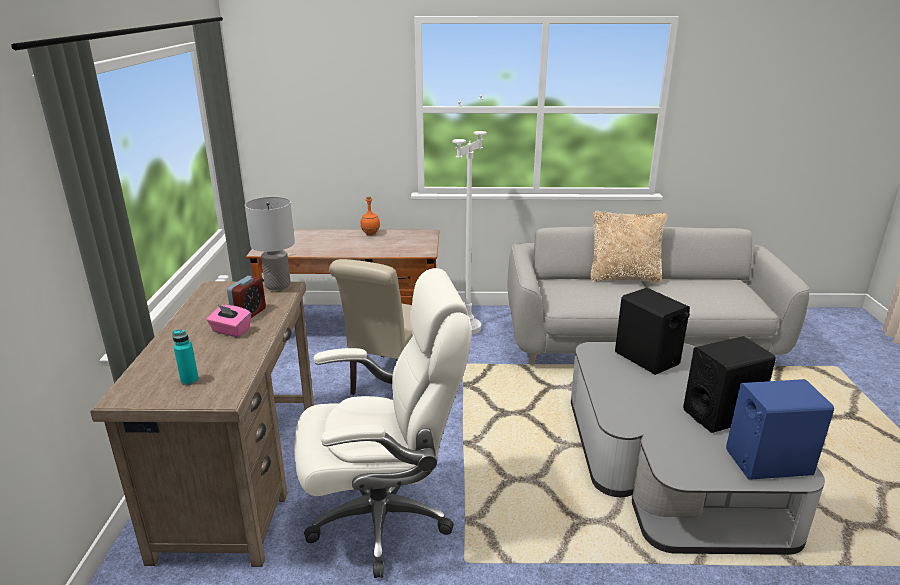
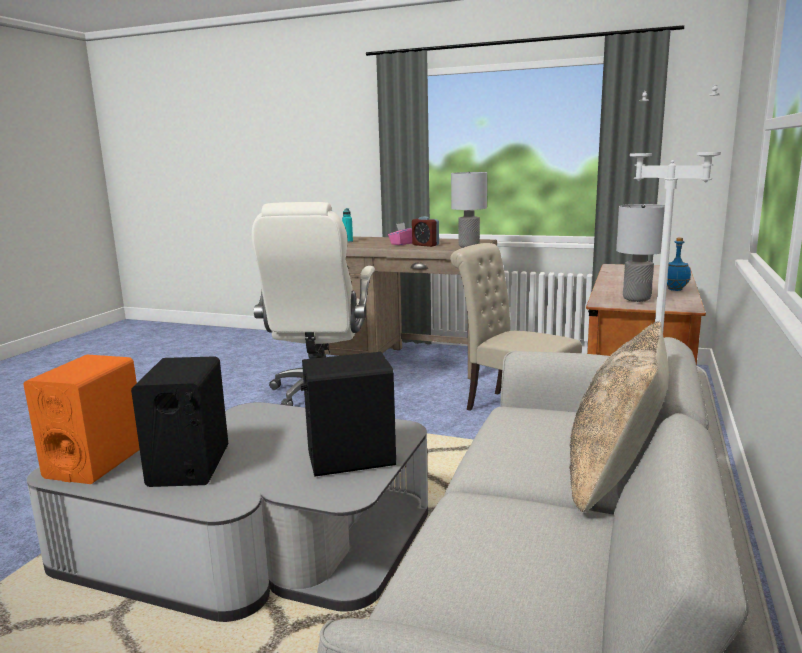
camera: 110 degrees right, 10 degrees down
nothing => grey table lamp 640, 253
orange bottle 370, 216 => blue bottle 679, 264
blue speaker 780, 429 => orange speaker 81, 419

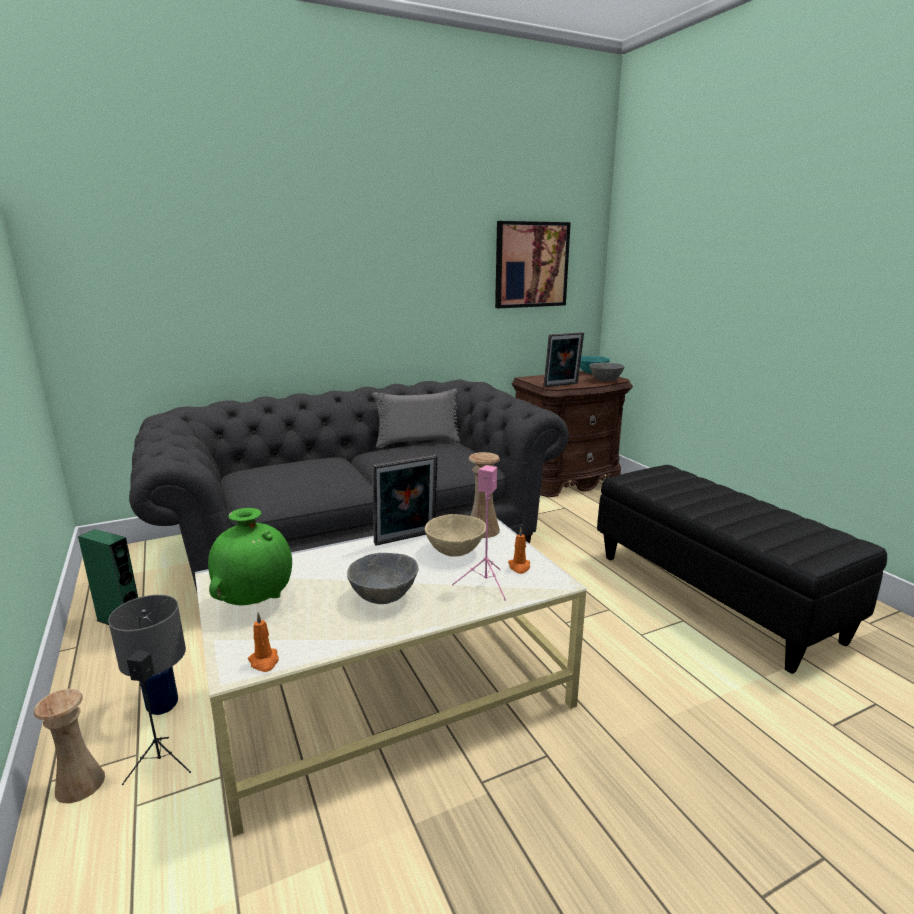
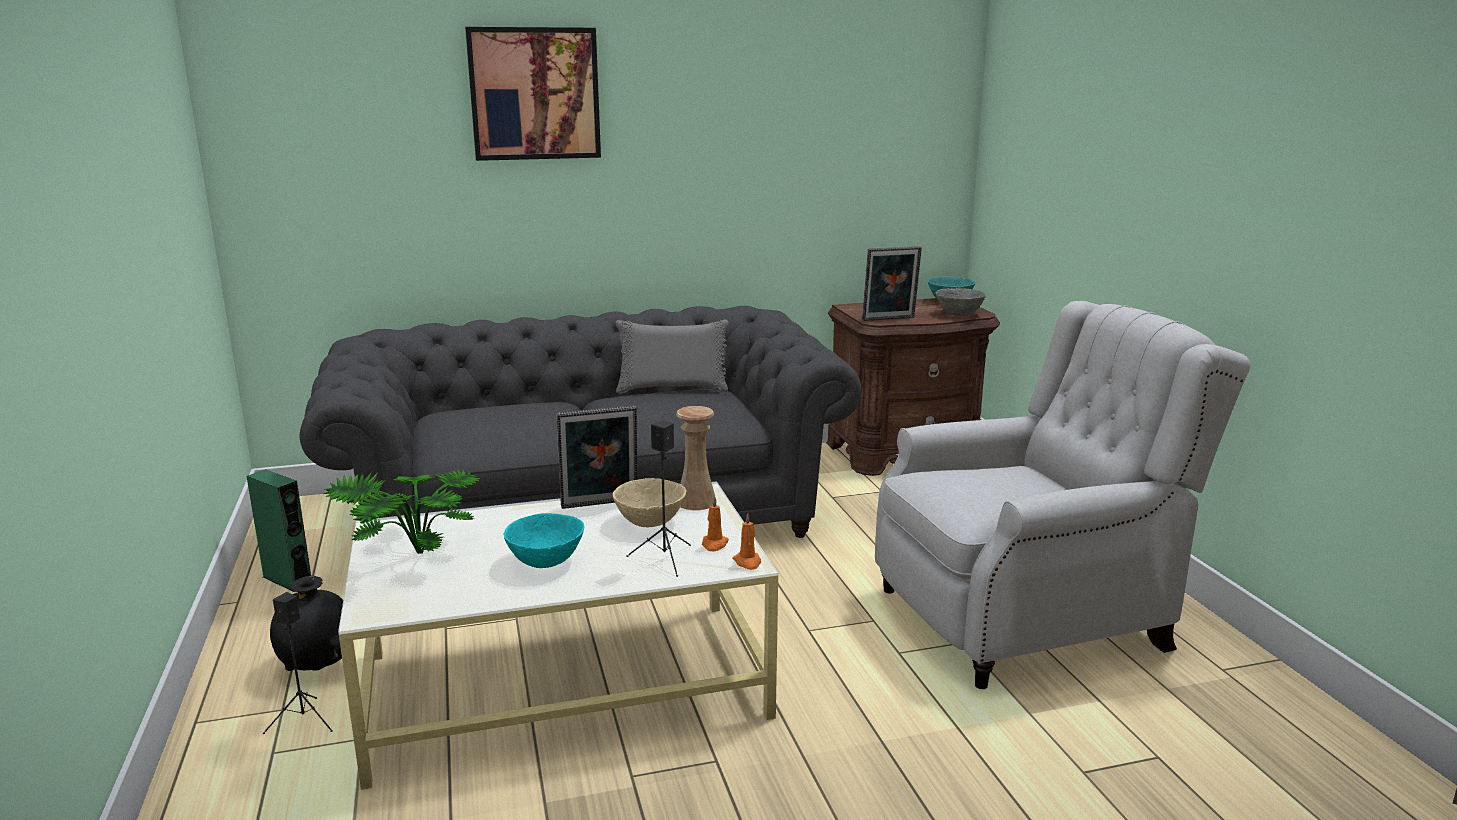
camera: 10 degrees right, 0 degrees up
beige vase 69, 746 => nothing
orange candle 263, 642 => orange candle 747, 541, move
picture 533, 264 => picture 533, 94, move
grey table lamp 147, 655 => black vase 306, 623
green vase 250, 556 => potted plant 402, 512
black ottoman 742, 569 => white armchair 1062, 495
grey bowl 382, 578 => turquoise bowl 544, 540
pink speaker 479, 533 => black speaker 658, 498

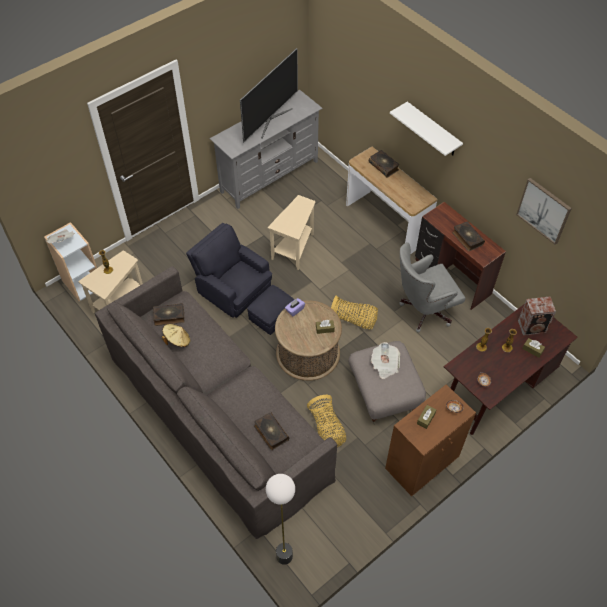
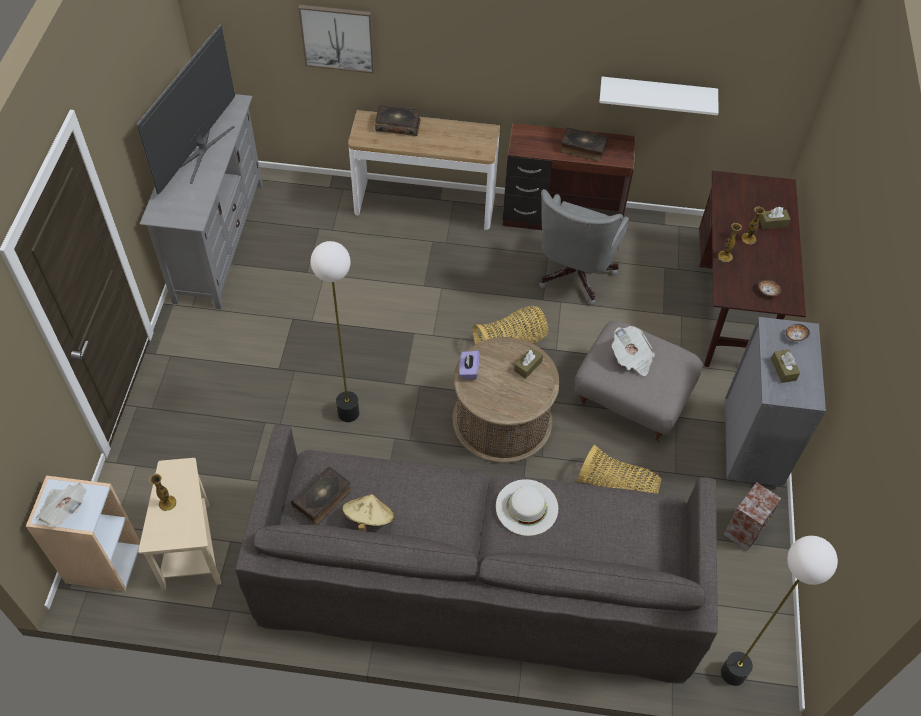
camera: 45 degrees left, 0 degrees up
book 271, 431 => nothing
beige side table 292, 232 => nothing
nothing => white hat 527, 507
white shelf 426, 129 => white shelf 659, 96, move
picture 544, 211 => picture 336, 39, move
speaker 537, 316 => speaker 753, 516, move
black armchair 240, 279 => floor lamp 334, 331
brown cabinet 430, 440 => grey cabinet 775, 402
television 269, 95 => television 185, 109, 150 degrees counterclockwise

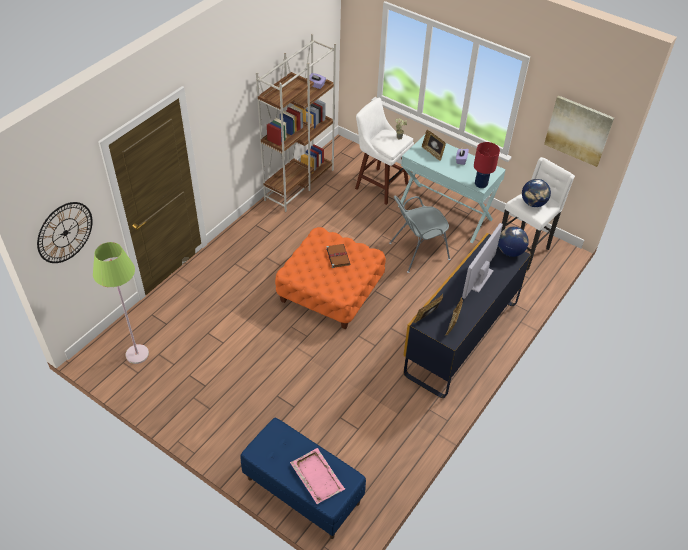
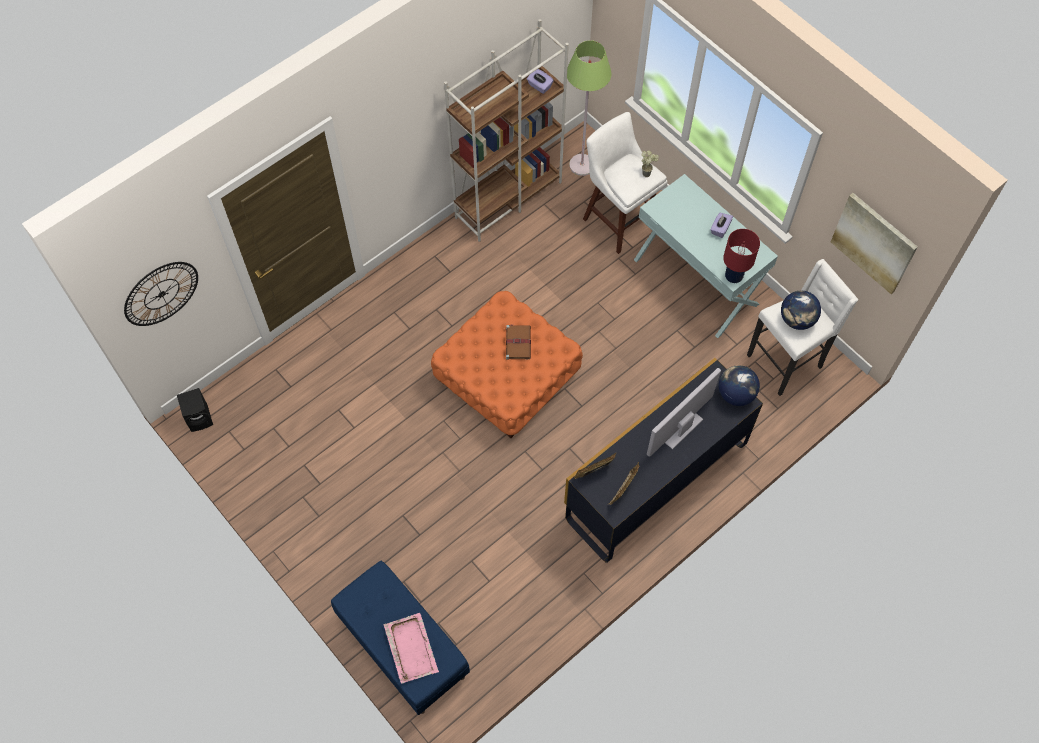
camera: 15 degrees right, 15 degrees up
grey chair 419, 234 => nothing
picture frame 434, 145 => nothing
nothing => black speaker 195, 410
green floor lamp 121, 303 => green floor lamp 589, 108, move

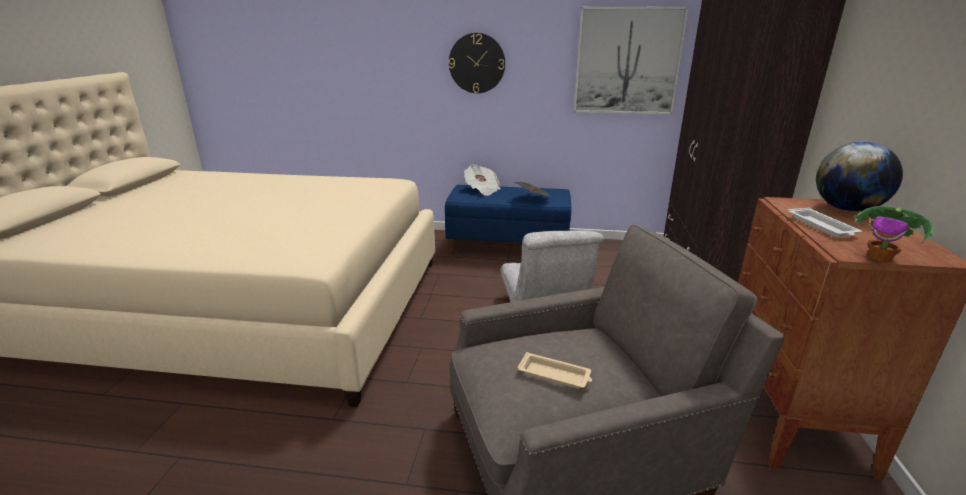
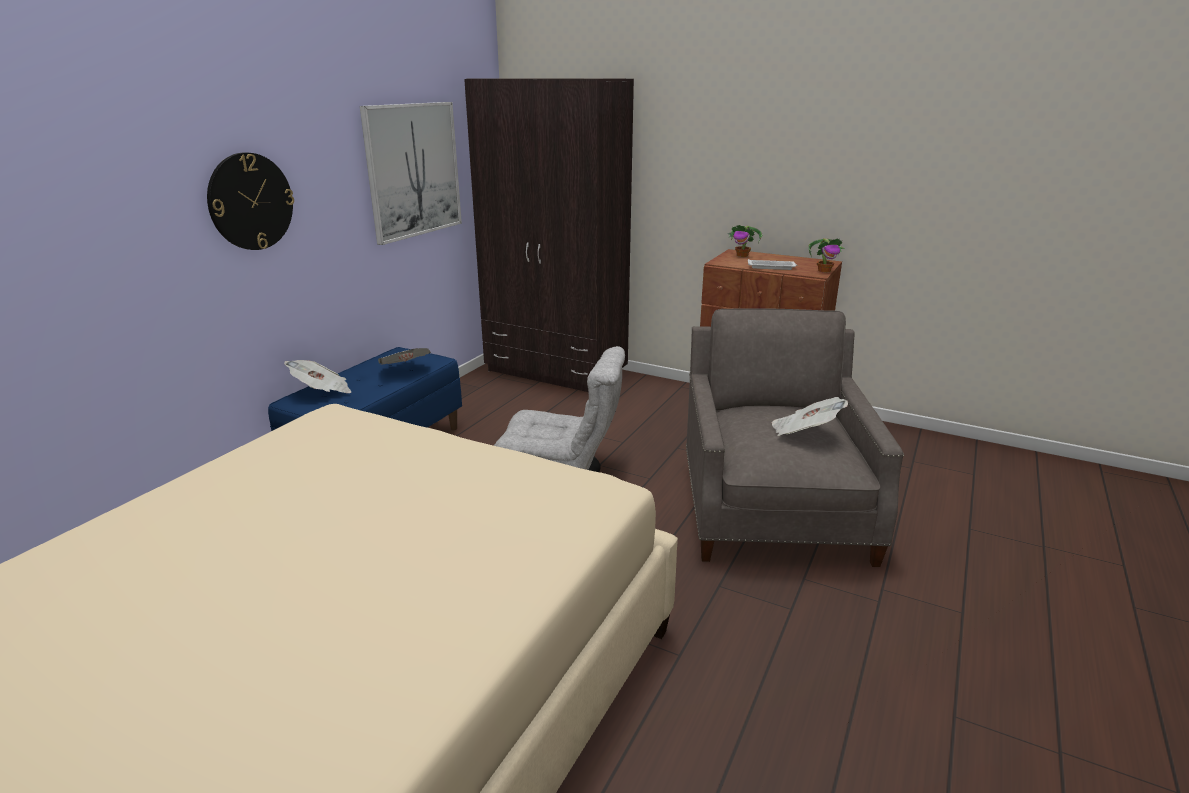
camera: 70 degrees left, 0 degrees up
beige tray 554, 370 => newspaper 810, 416
globe 859, 176 => potted plant 744, 241

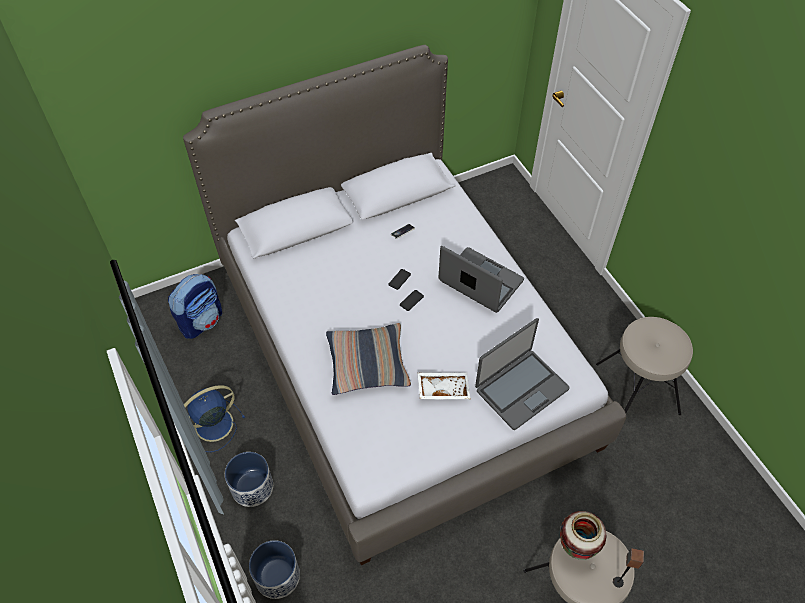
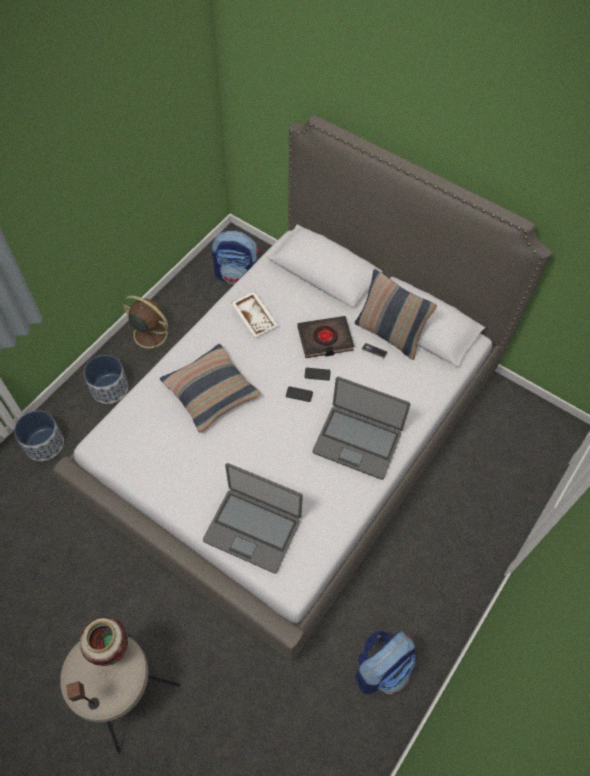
camera: 60 degrees right, 5 degrees up
nothing => black book 325, 337
nothing => pillow 396, 314
white tray 444, 385 => white tray 254, 314, move
beige stool 644, 366 => backpack 385, 662
blue fan 214, 418 => brown fan 149, 324
laptop 481, 279 => laptop 361, 428, 105 degrees clockwise

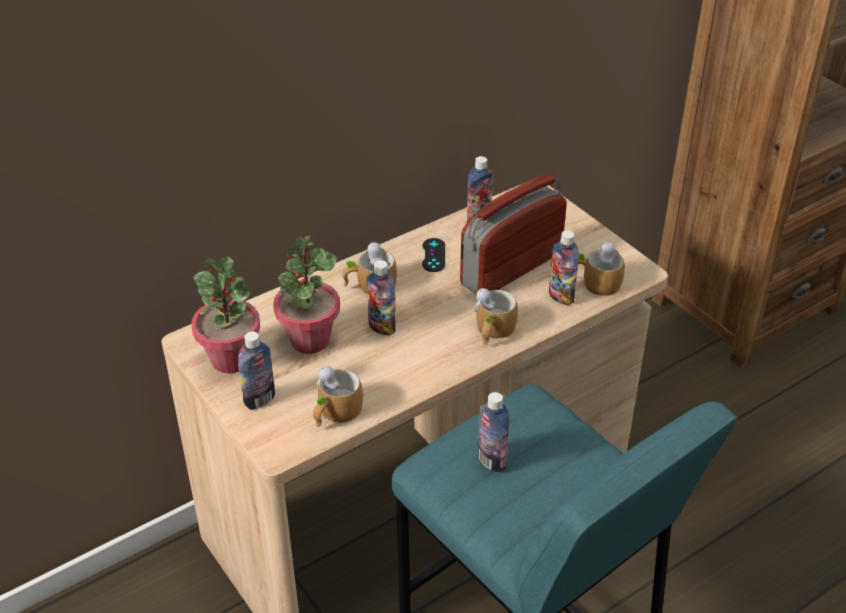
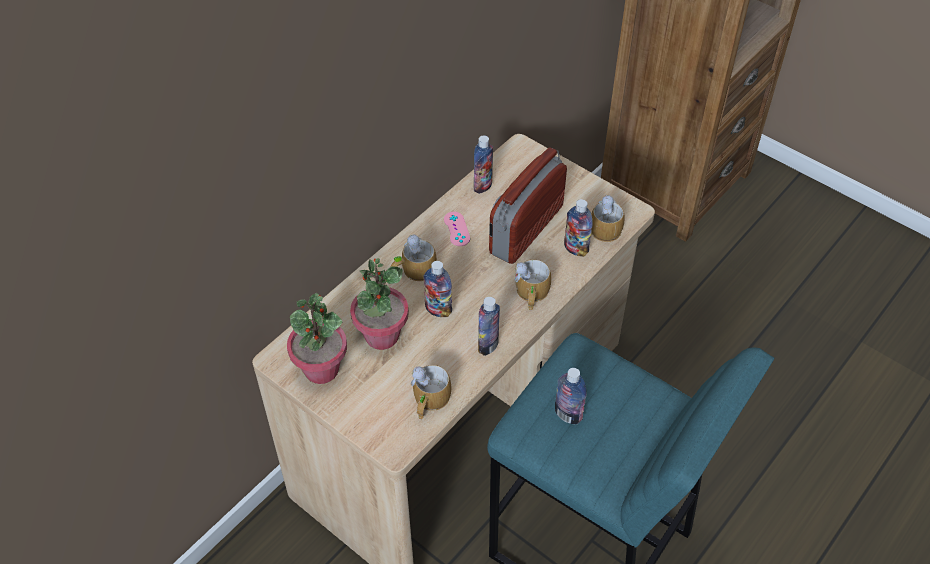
camera: 15 degrees left, 10 degrees up
bottle 256, 370 => bottle 489, 326, move
black game controller 433, 255 => pink game controller 457, 229

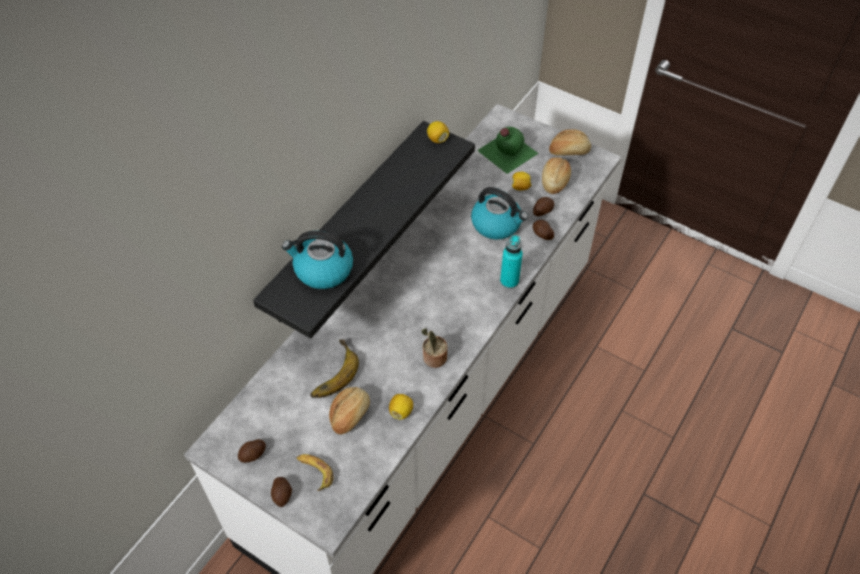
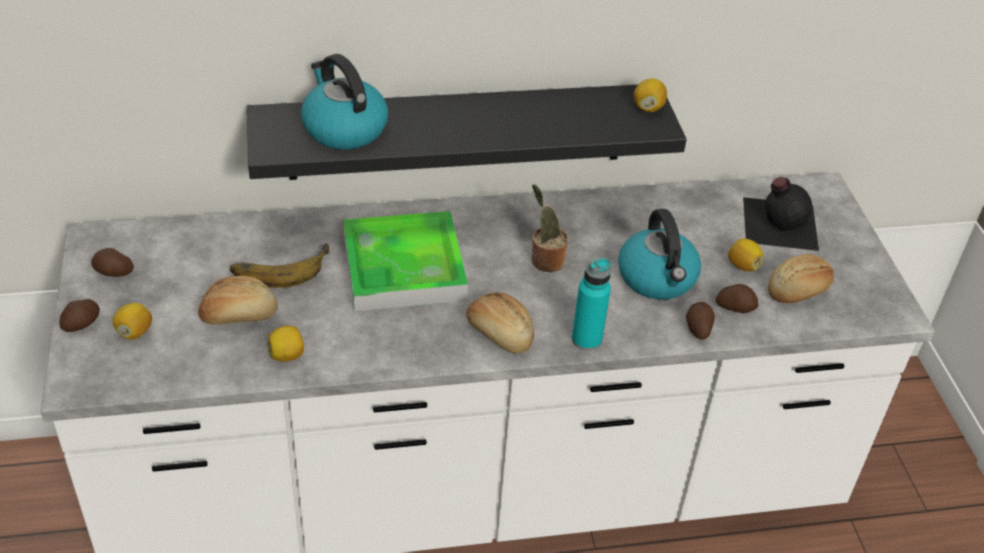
camera: 45 degrees right, 10 degrees down
nothing => tray 405, 261
potted plant 434, 348 => potted plant 549, 228, move
bread 570, 142 => bread 500, 322, move
banana 315, 472 => lemon 132, 321
green bottle 507, 150 => black bottle 781, 214

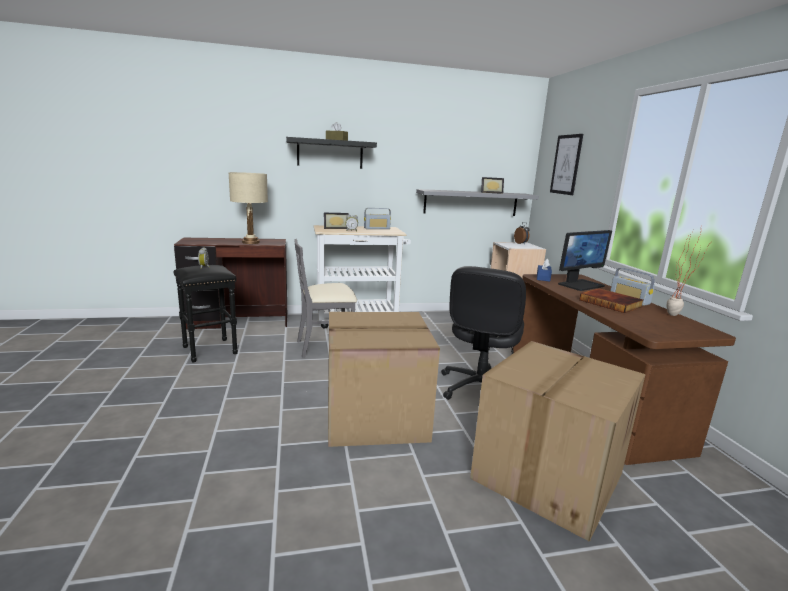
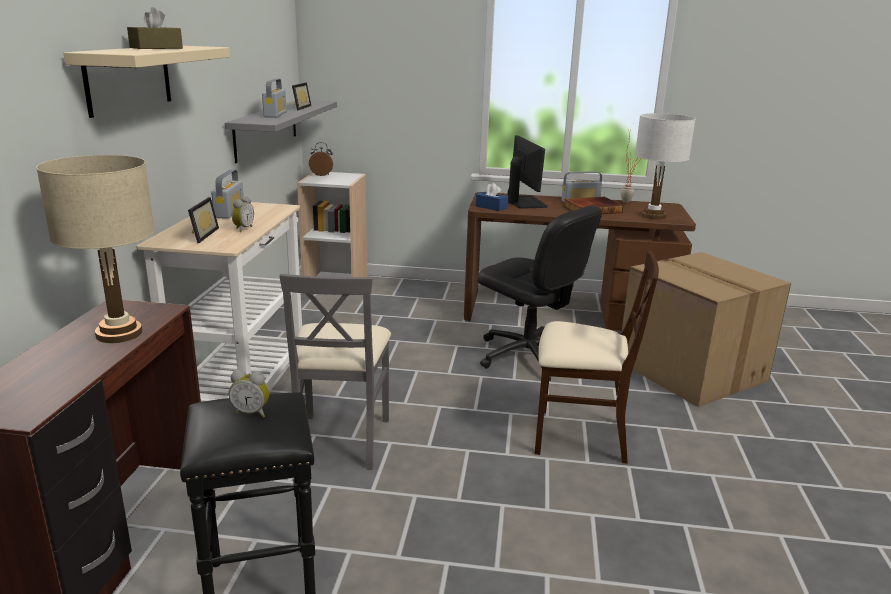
camera: 70 degrees left, 5 degrees up
picture 566, 164 => nothing
nothing => radio 274, 98
nothing => white table lamp 665, 166
cardboard box 384, 379 => beige chair 597, 357
black shelf 331, 153 => beige shelf 147, 82

